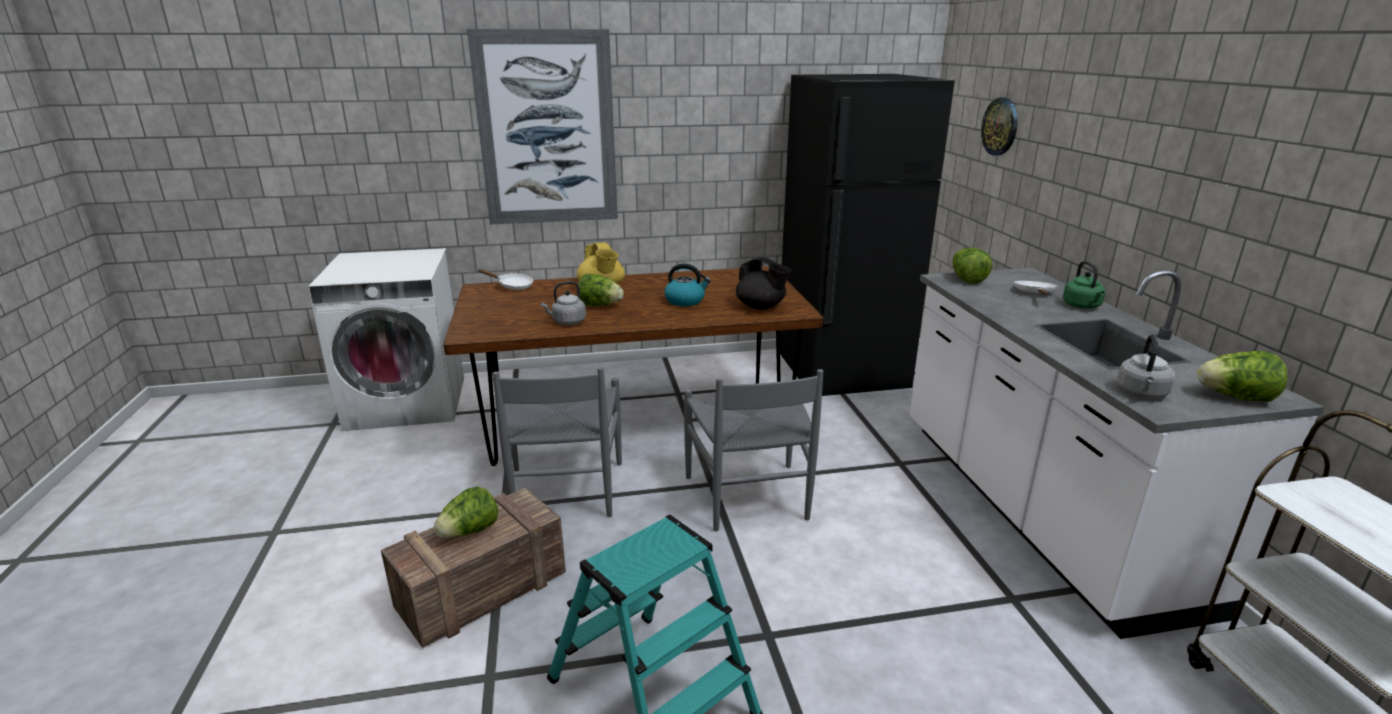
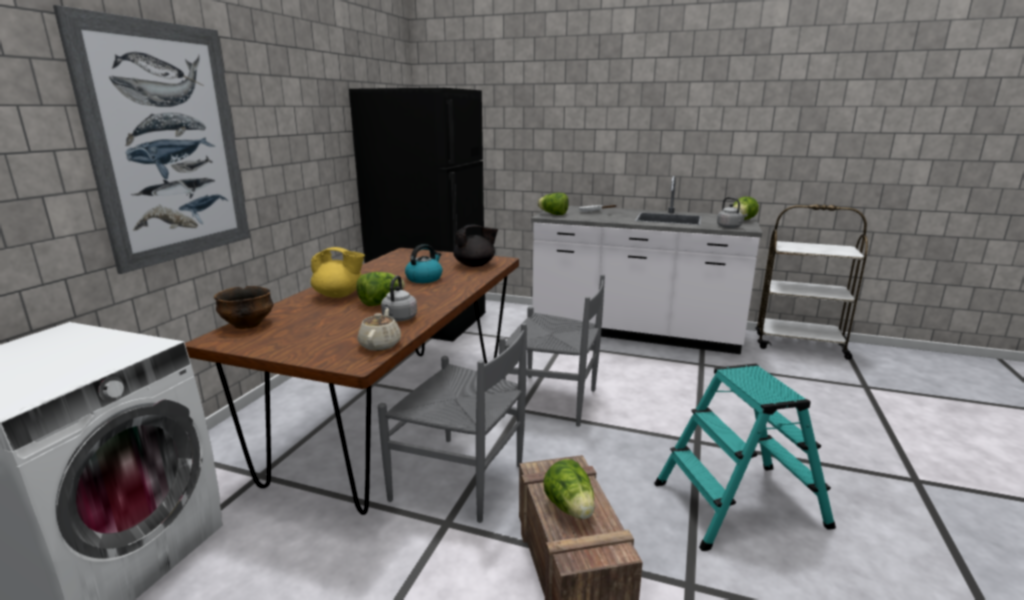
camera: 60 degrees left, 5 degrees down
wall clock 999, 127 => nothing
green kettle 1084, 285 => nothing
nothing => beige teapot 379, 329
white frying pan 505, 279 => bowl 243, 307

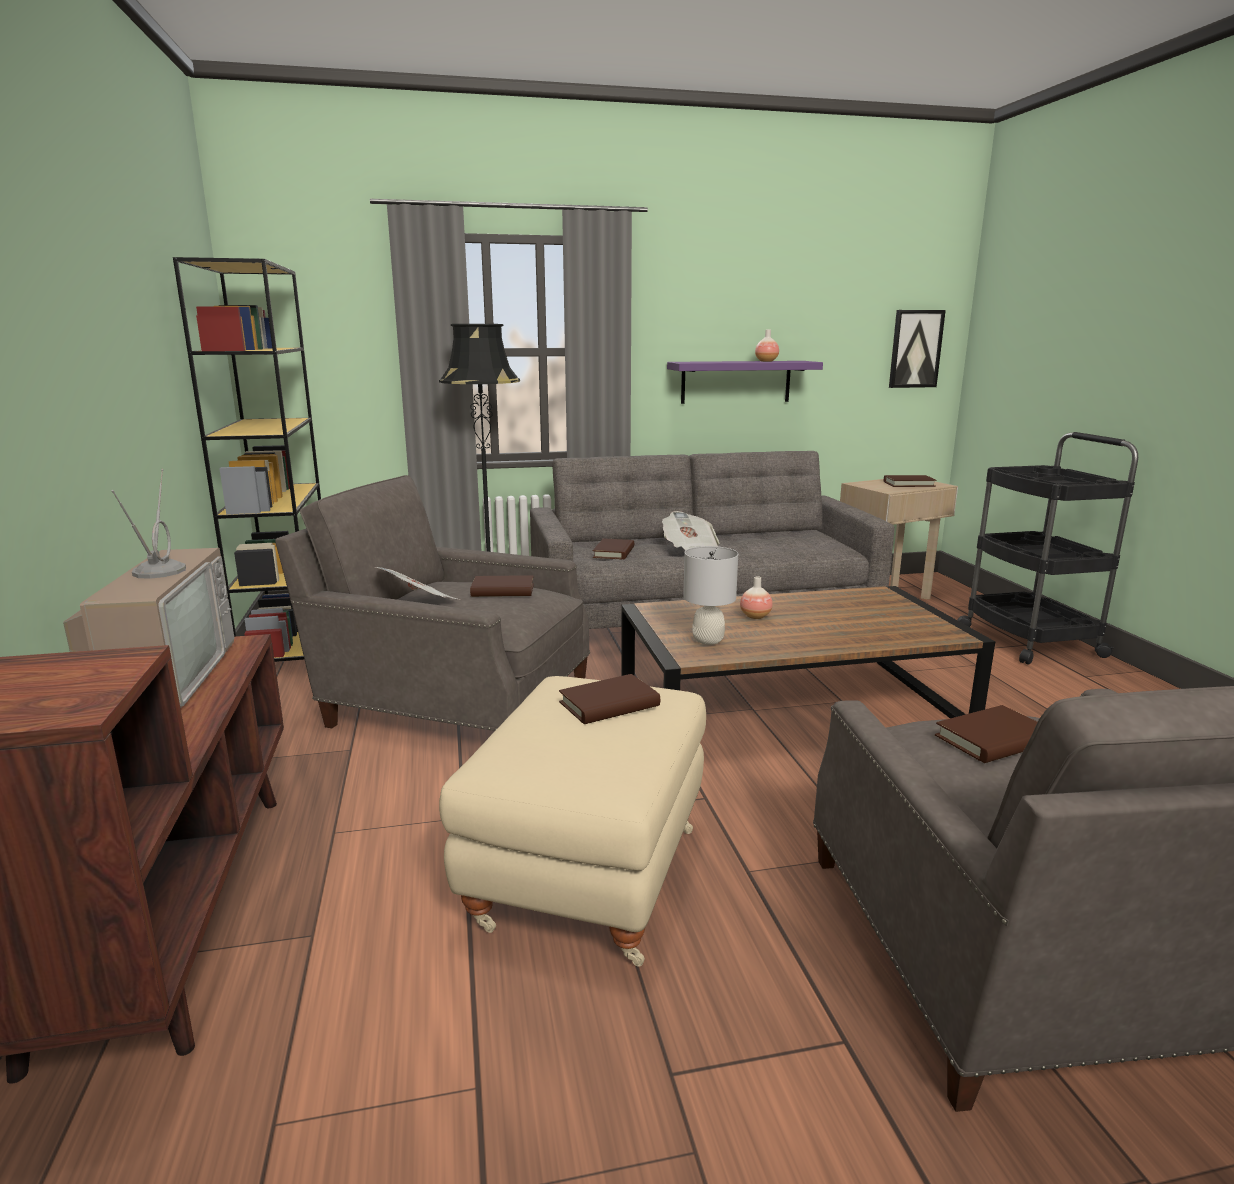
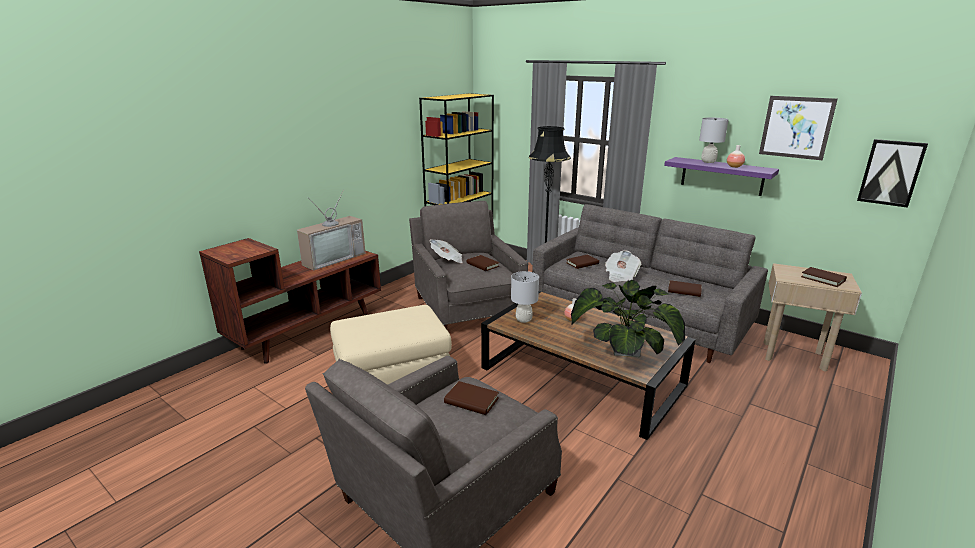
camera: 50 degrees right, 5 degrees up
black cart 1048, 548 => nothing
nothing => potted plant 628, 318
nothing => grey table lamp 714, 140
nothing => picture 798, 128
brown book 609, 699 => brown book 685, 288, move

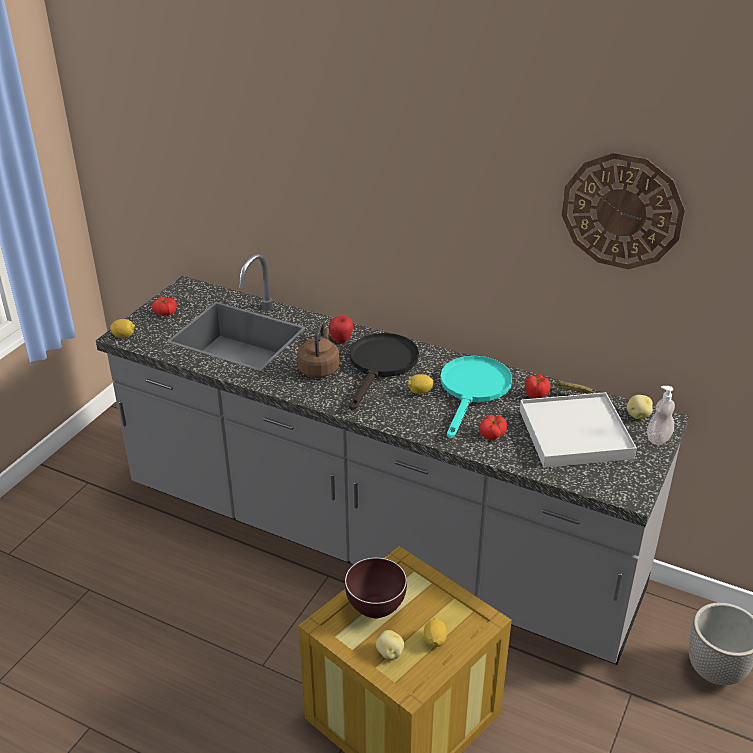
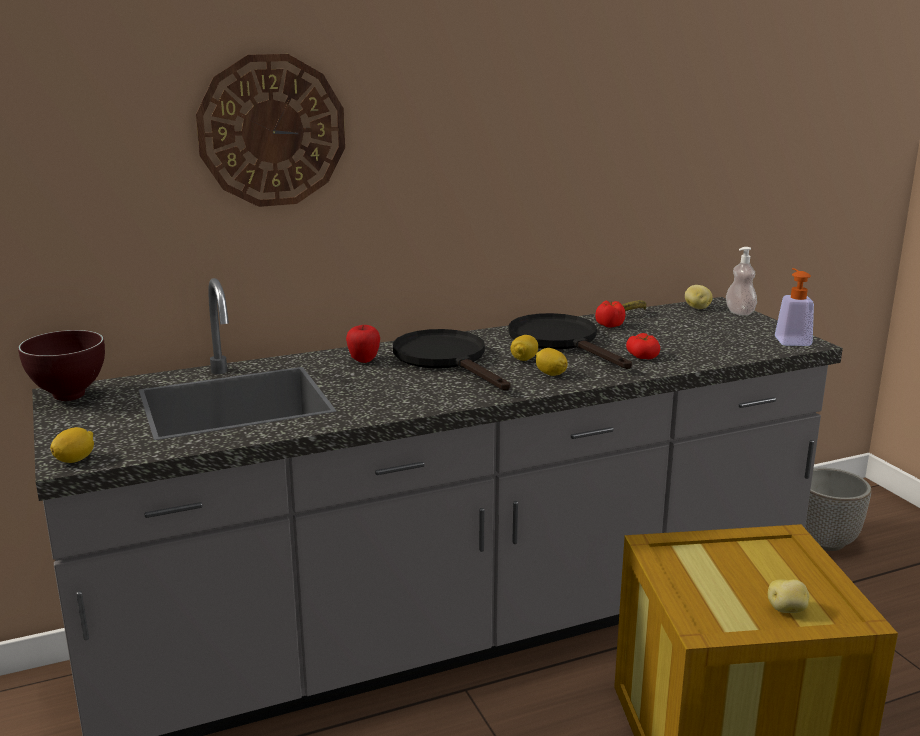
camera: 50 degrees left, 15 degrees down
tomato 164, 306 => nothing
brown kettle 318, 350 => nothing
white tray 578, 430 => nothing
nothing => soap dispenser 794, 307
brown bowl 376, 588 => brown bowl 61, 365, move
lemon 435, 632 => lemon 552, 362, move
wall clock 623, 211 => wall clock 270, 130, move
turquoise frying pan 476, 397 => black frying pan 570, 341

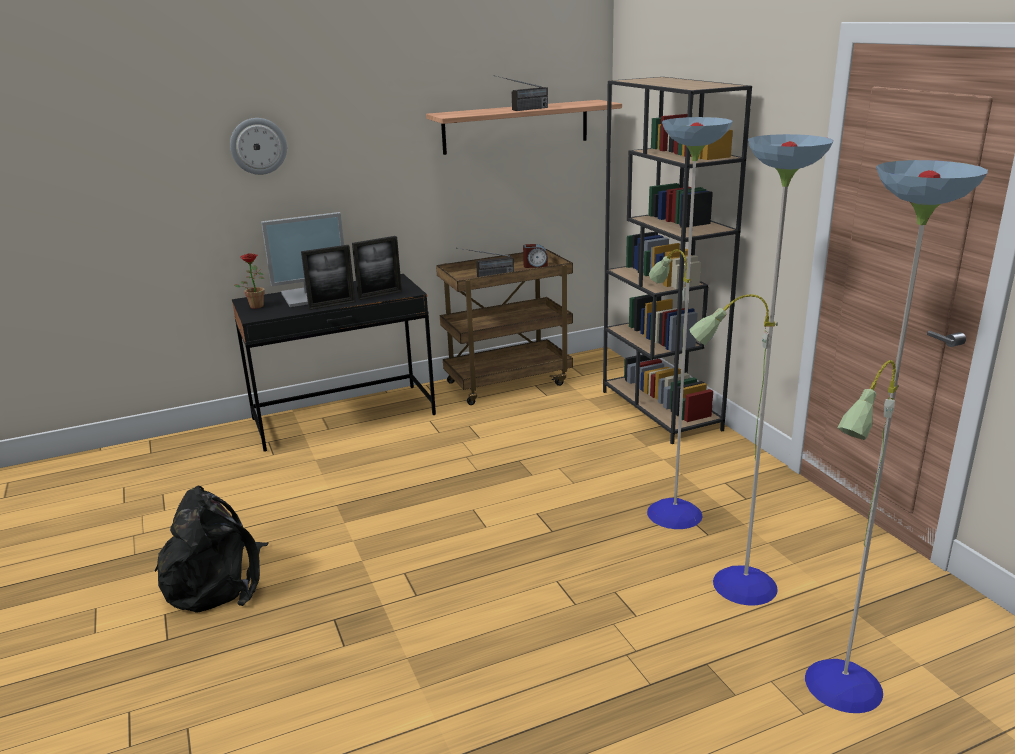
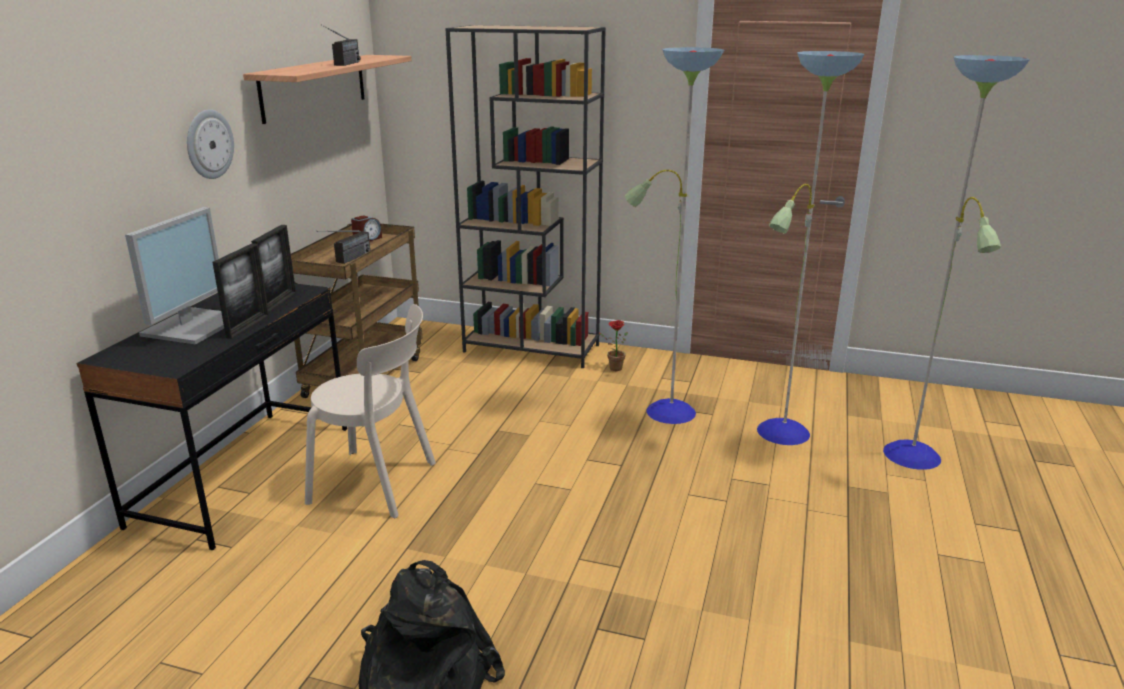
camera: 50 degrees left, 0 degrees up
nothing => beige chair 370, 411
wall clock 258, 146 => wall clock 210, 144, move
potted plant 249, 281 => potted plant 613, 345, move

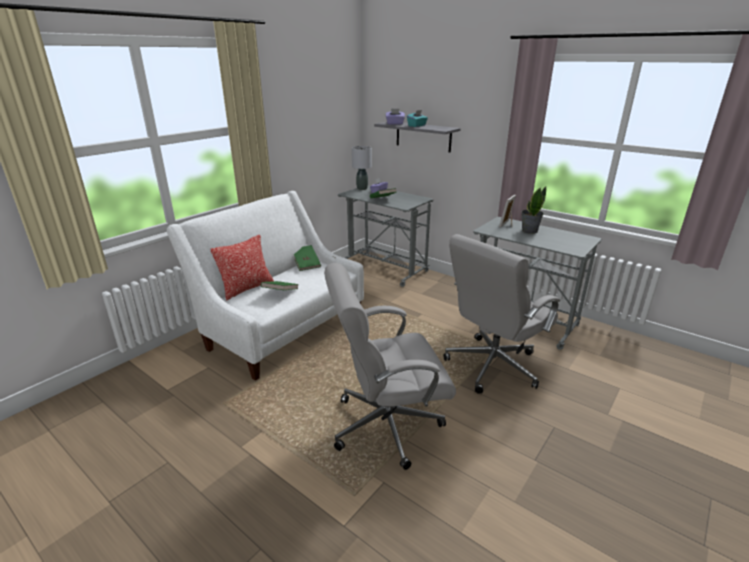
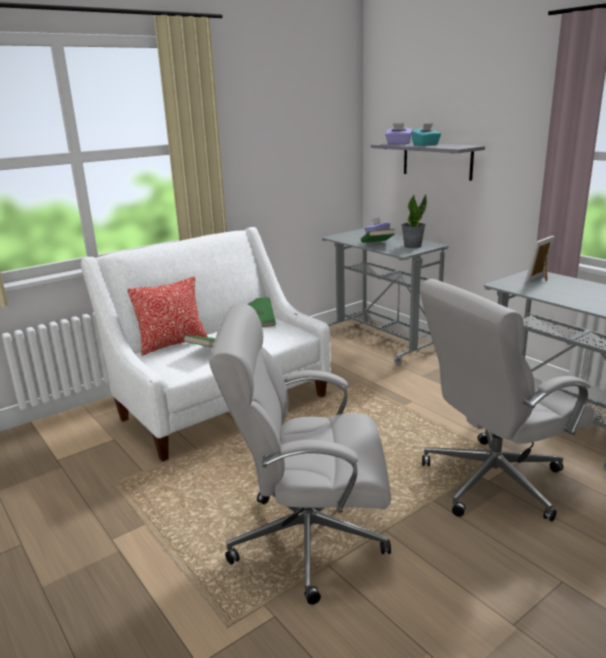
camera: 15 degrees right, 5 degrees down
grey table lamp 362, 168 => nothing
potted plant 533, 210 => potted plant 414, 221, move

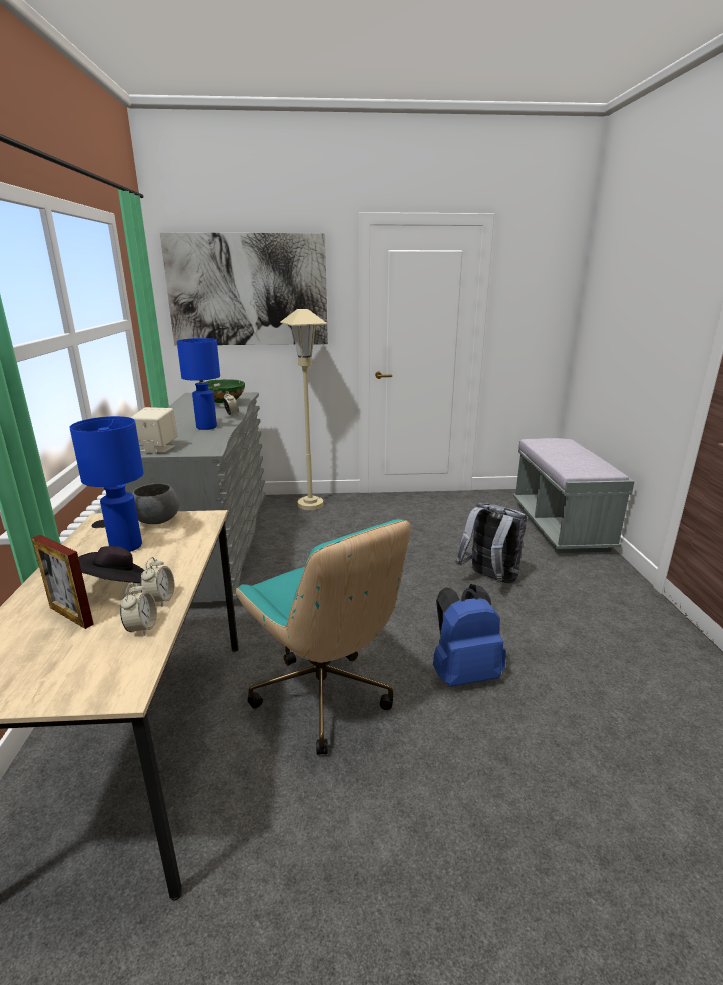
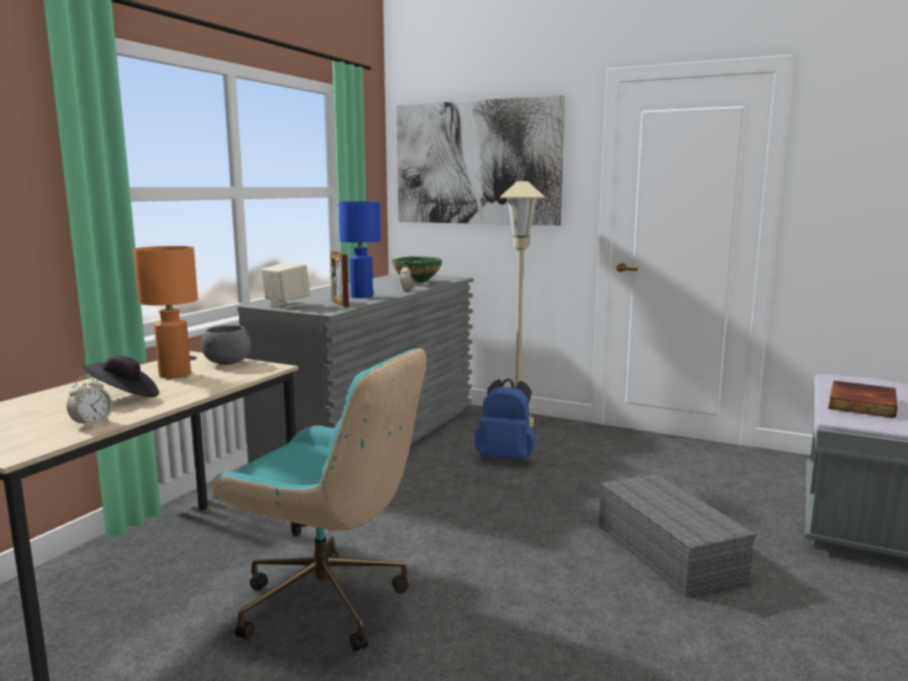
camera: 30 degrees right, 10 degrees down
alarm clock 157, 581 => nothing
nothing => book 863, 399
picture frame 63, 582 => picture frame 339, 279, move
blue backpack 469, 635 => blue backpack 505, 419, move
grey backpack 491, 543 => grey storage box 677, 535
blue table lamp 107, 484 => orange table lamp 165, 312
turquoise office chair 323, 637 => turquoise office chair 319, 500, 60 degrees counterclockwise

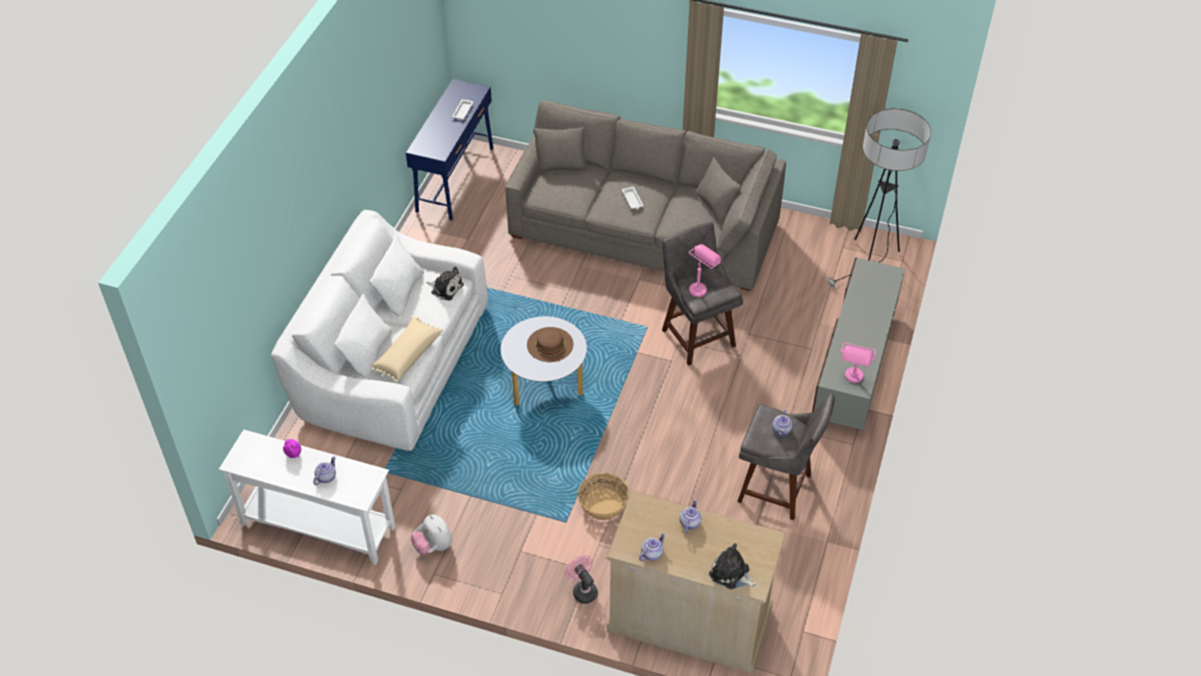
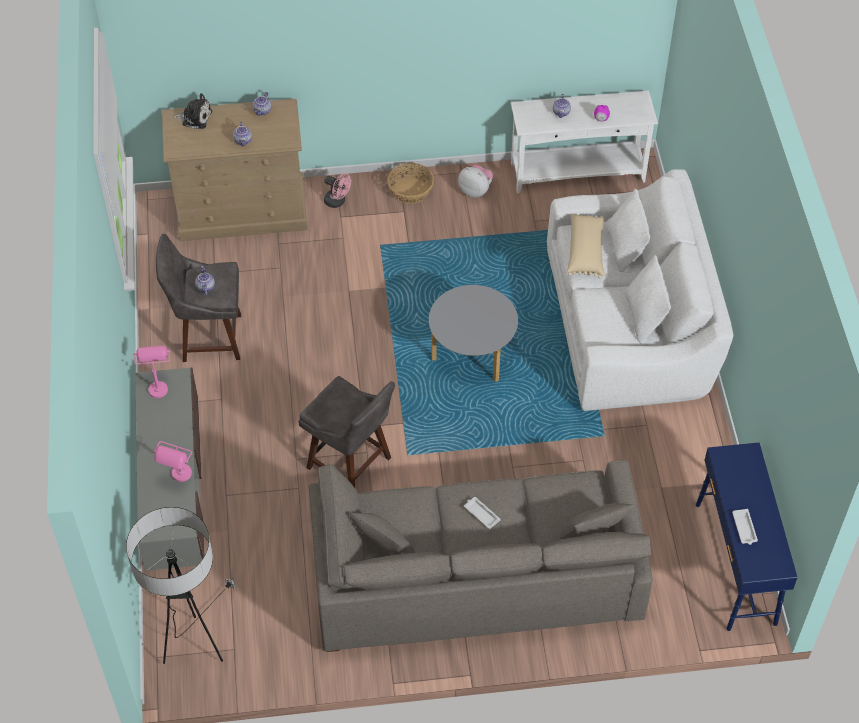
camera: 155 degrees right, 5 degrees up
plush toy 445, 284 => nothing
brown hat 550, 344 => nothing
basket 604, 496 => basket 410, 183, move
pink table lamp 705, 270 => pink table lamp 172, 461, move

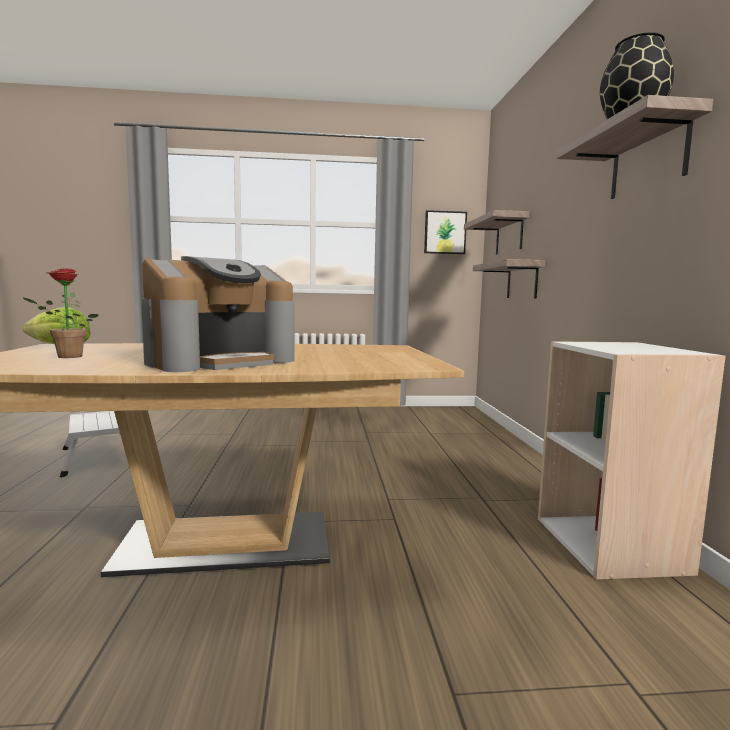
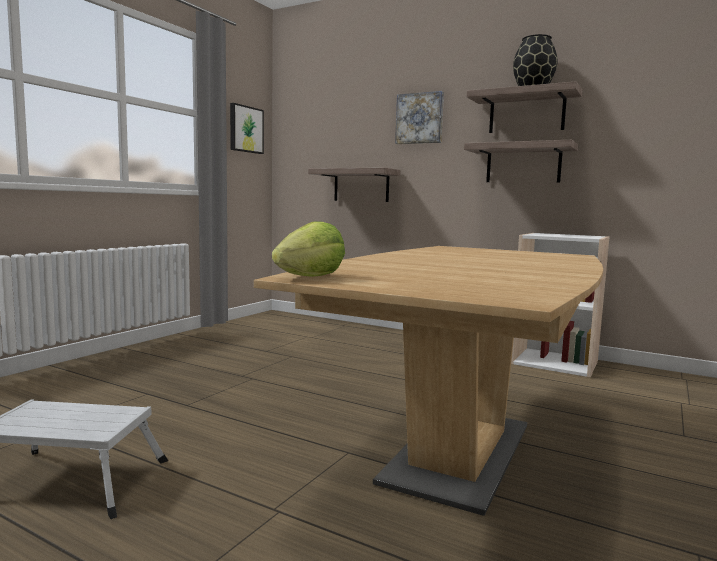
camera: 55 degrees left, 0 degrees up
potted plant 60, 313 => nothing
coffee machine 217, 314 => nothing
nothing => picture 419, 117
shelf 496, 232 => shelf 521, 161, move

